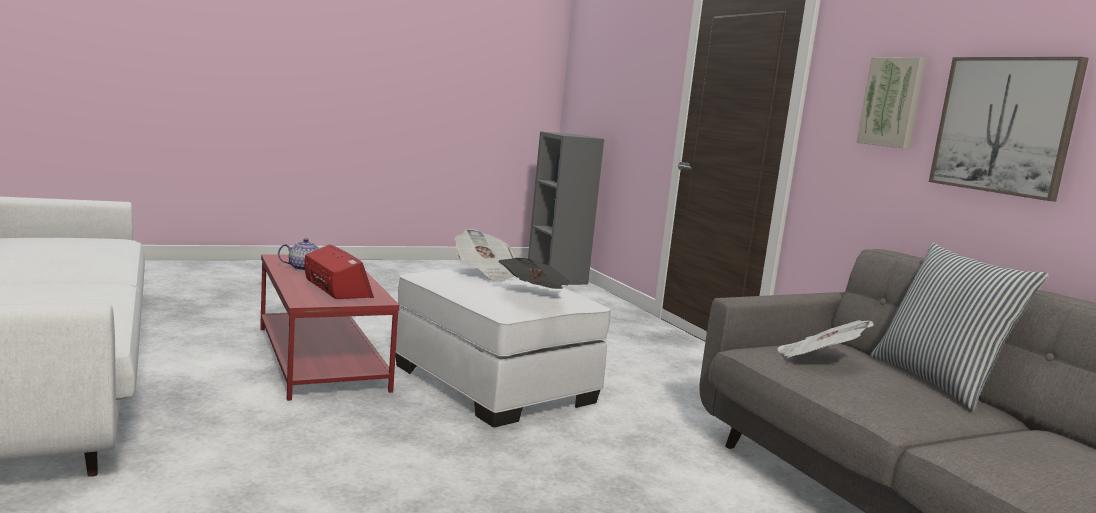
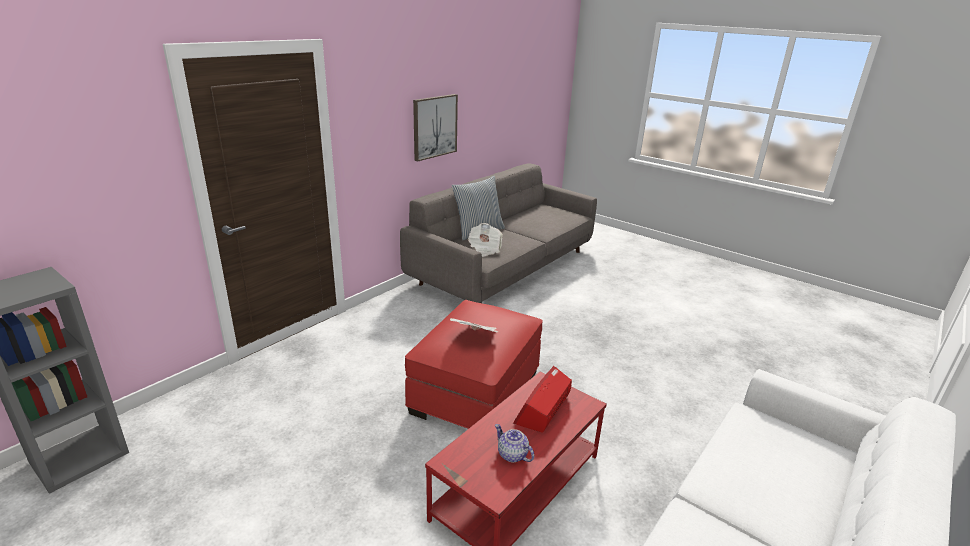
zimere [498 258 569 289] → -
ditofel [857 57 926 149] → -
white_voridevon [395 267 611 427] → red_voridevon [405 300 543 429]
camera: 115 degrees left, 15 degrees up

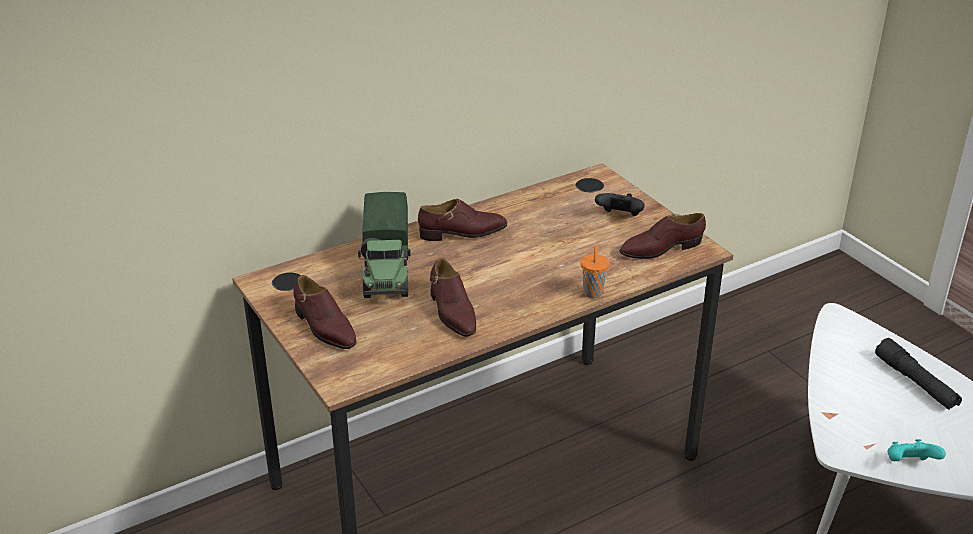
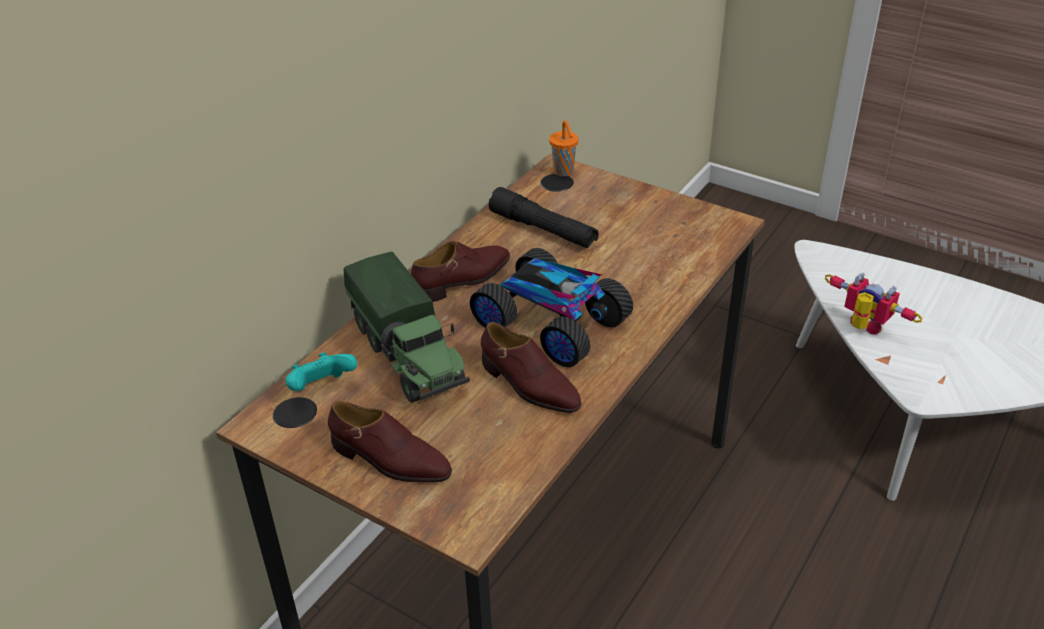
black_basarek [595 193 645 216] → -
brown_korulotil [619 213 706 259] → -
- → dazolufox [470 248 633 367]
- → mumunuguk [825 273 923 335]
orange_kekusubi [581 246 609 298] → orange_kekusubi [549 120 579 177], relocated
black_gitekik [875 338 962 410] → black_gitekik [489 187 599 248], relocated
turquoise_basarek [888 439 946 461] → turquoise_basarek [285 352 357 391], relocated
camera: 25 degrees left, 5 degrees up

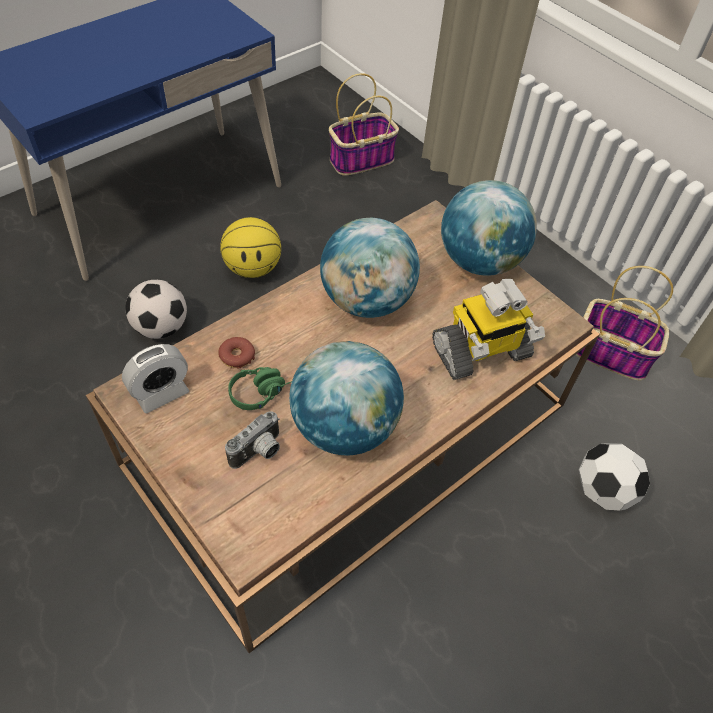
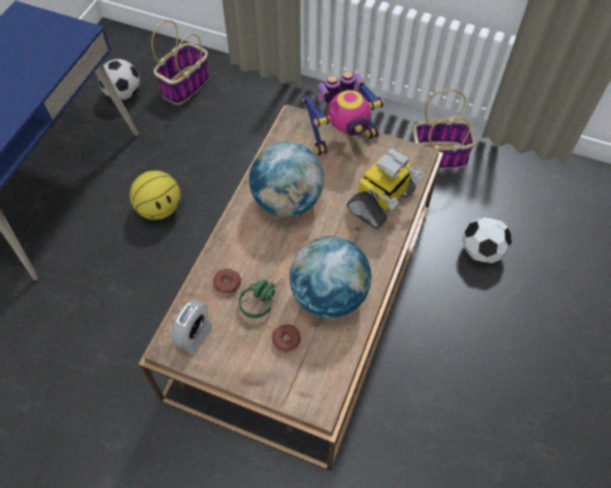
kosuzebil [125 280 187 339] → kosuzebil [98 59 140 100], relocated
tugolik [225 411 280 469] → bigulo [272 324 301 353]
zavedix [441 180 537 276] → mumunuguk [302 71 384 155]
camera: 25 degrees left, 5 degrees up

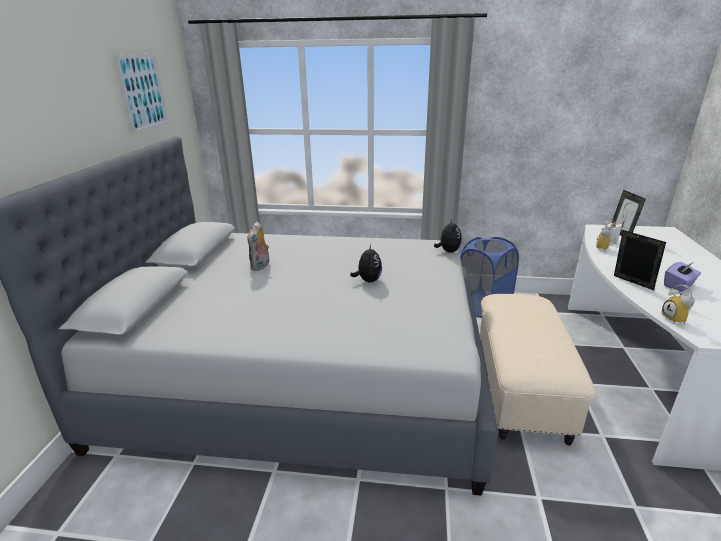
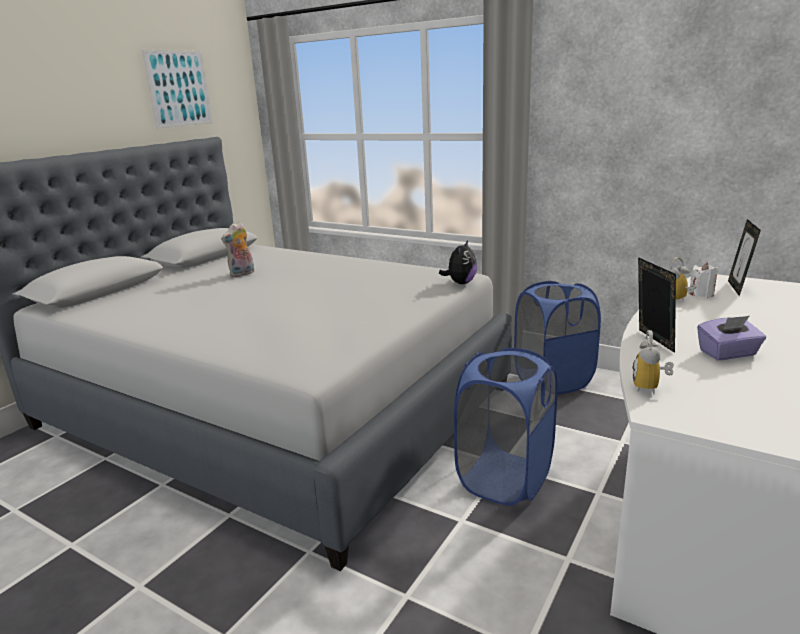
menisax [350 245 382 283] → -
beige_voridevon [480 294 597 446] → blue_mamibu [454 348 558 506]
camera: 25 degrees right, 5 degrees down

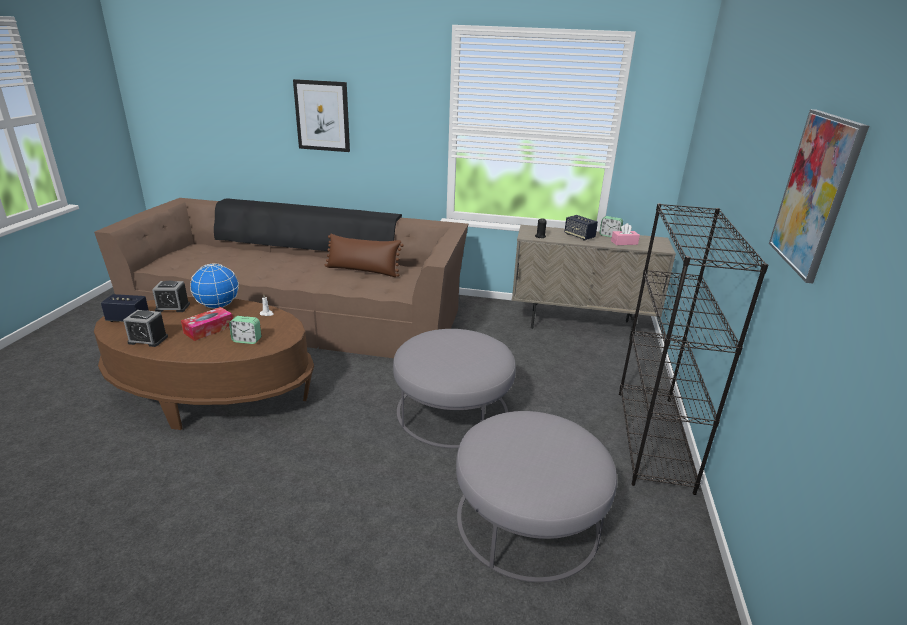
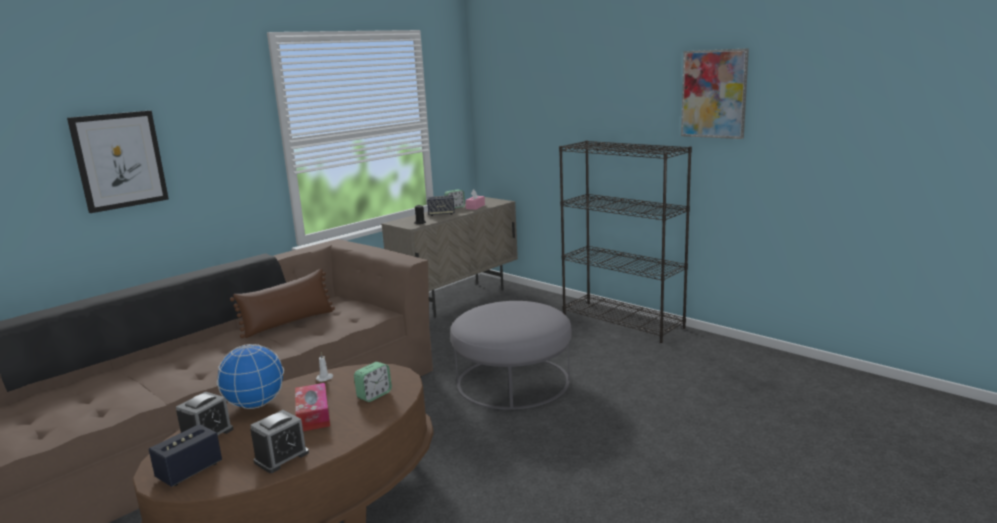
grey_voridevon [456 411 617 582] → -
camera: 55 degrees left, 10 degrees down

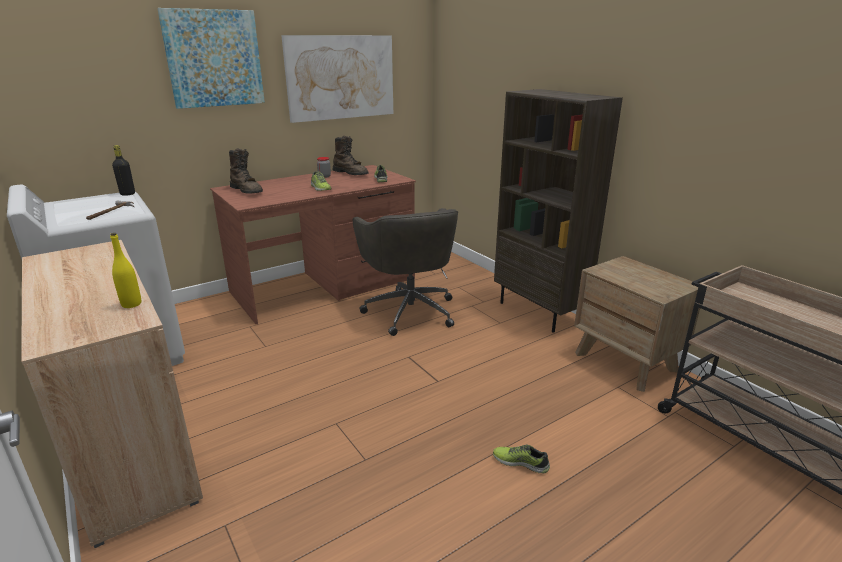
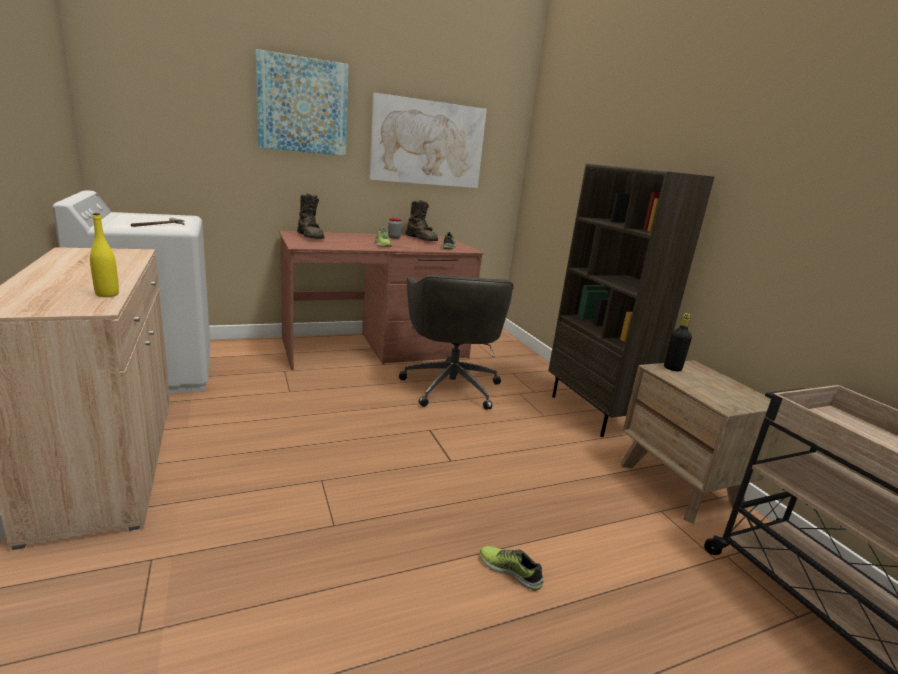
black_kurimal [112 145 135 196] → black_kurimal [664 313 692 371], relocated
camera: 10 degrees right, 5 degrees down

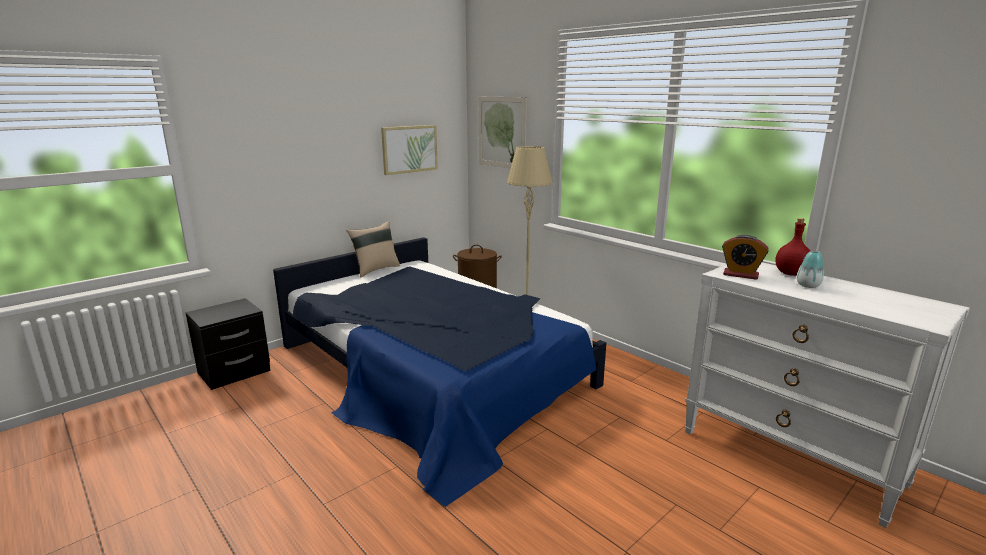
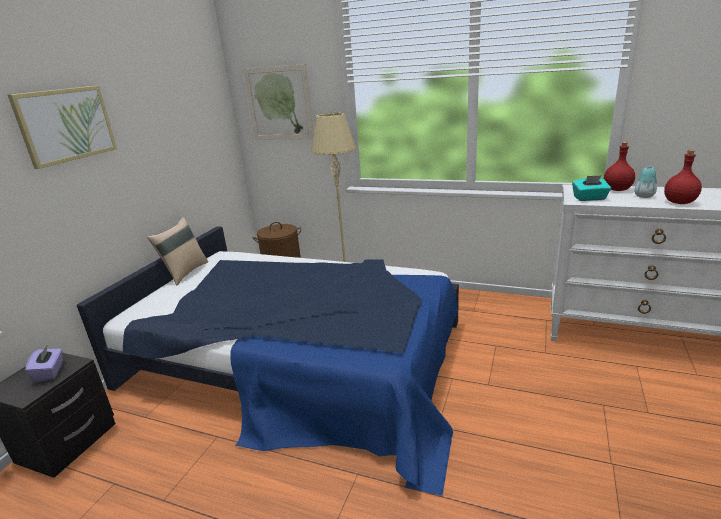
- → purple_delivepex [25 344 63 383]
- → red_kurimal [664 150 702 204]
ditofel [381 125 438 175] → ditofel [8 86 117 169], relocated
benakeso [722 235 769 280] → turquoise_delivepex [572 175 611 201]
camera: 25 degrees left, 5 degrees up

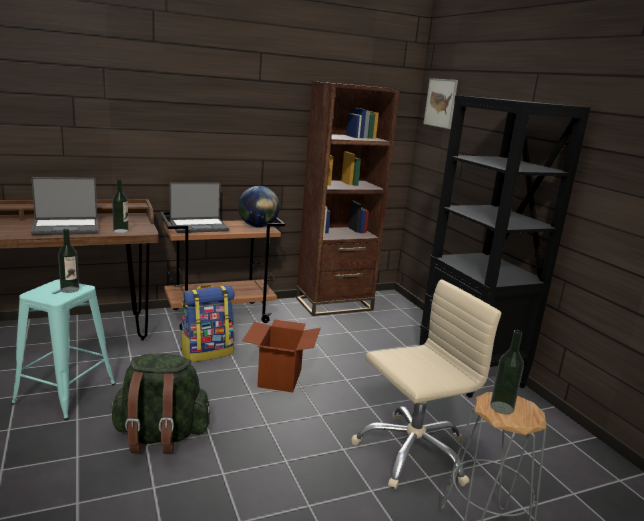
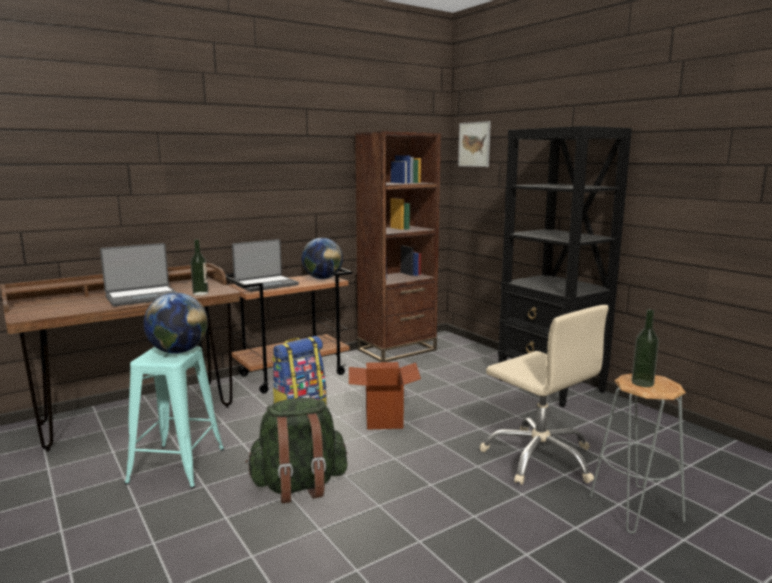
kurimal [58 229 79 293] → zavedix [143 293 208 354]
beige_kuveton [351 280 501 490] → beige_kuveton [480 305 609 485], 90 degrees clockwise
camera: 10 degrees left, 5 degrees down

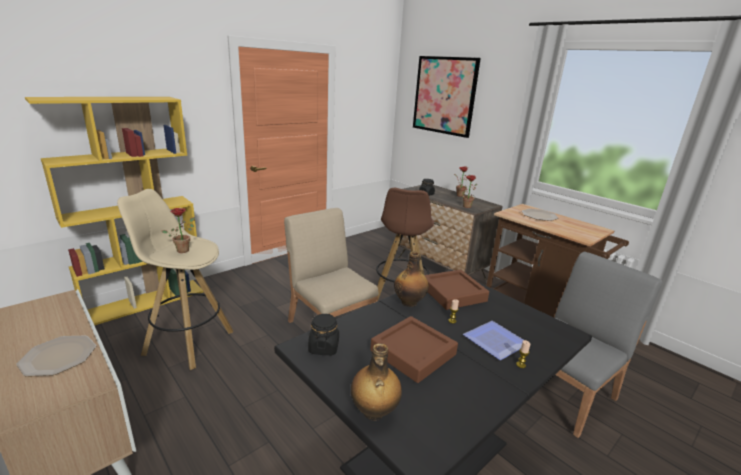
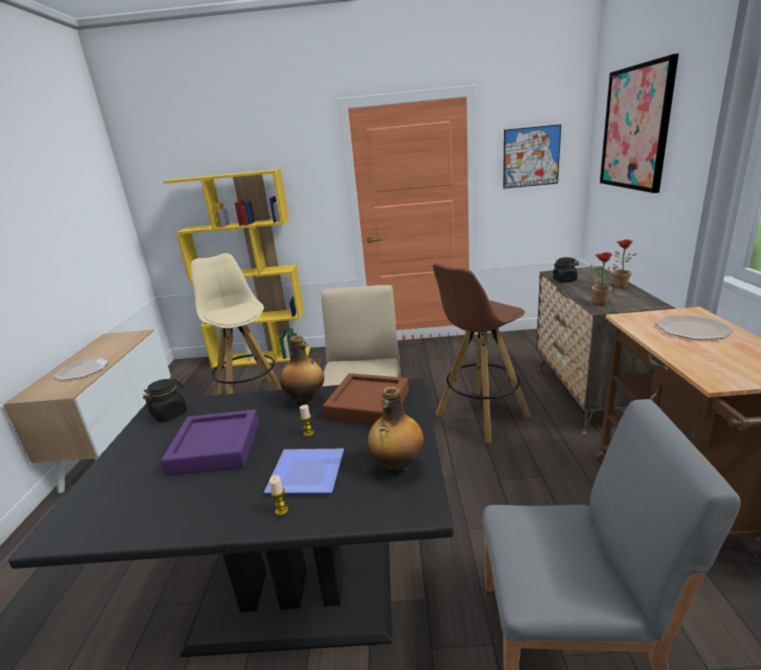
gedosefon [162 208 195 253] → -
- → ditofel [503 124 561 189]
kurimal [351 343 402 421] → kurimal [368 387 424 474], relocated
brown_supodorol [370 316 458 383] → purple_supodorol [161 409 259 475]
camera: 45 degrees right, 0 degrees up

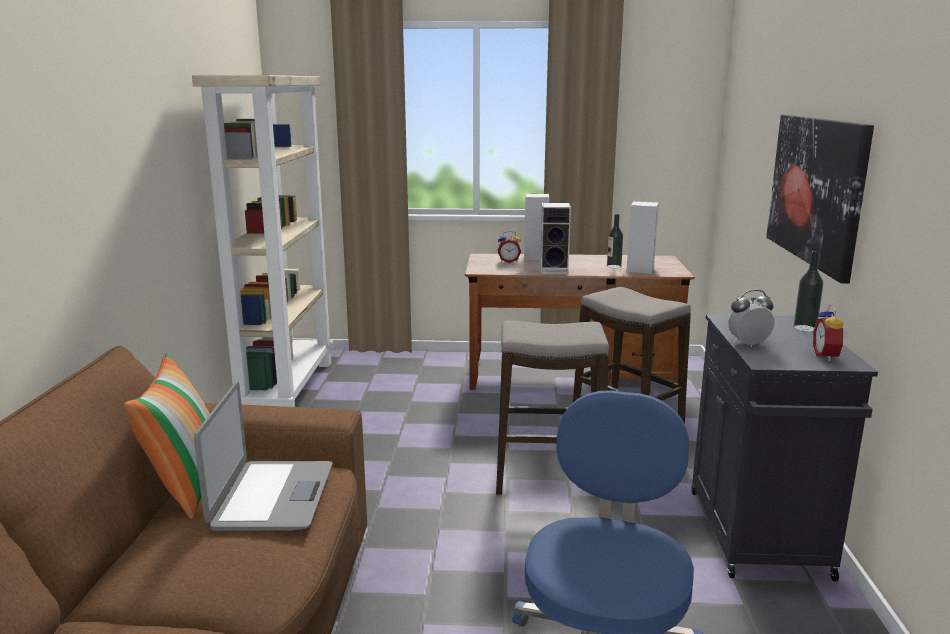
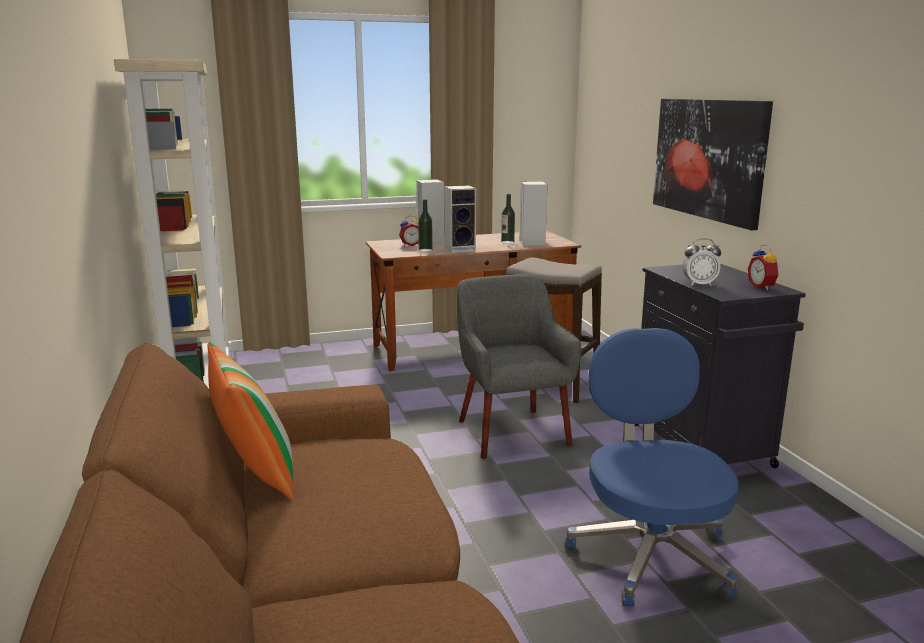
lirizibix [194 382 332 531] → -
kurimal [794 250 823 332] → kurimal [418 199 433 252], relocated
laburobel [496 321 609 495] → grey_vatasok [457 274 581 459]
benakeso [728 290 774 346] → benakeso [682 238 721 286], 150 degrees counterclockwise
camera: 20 degrees left, 0 degrees up

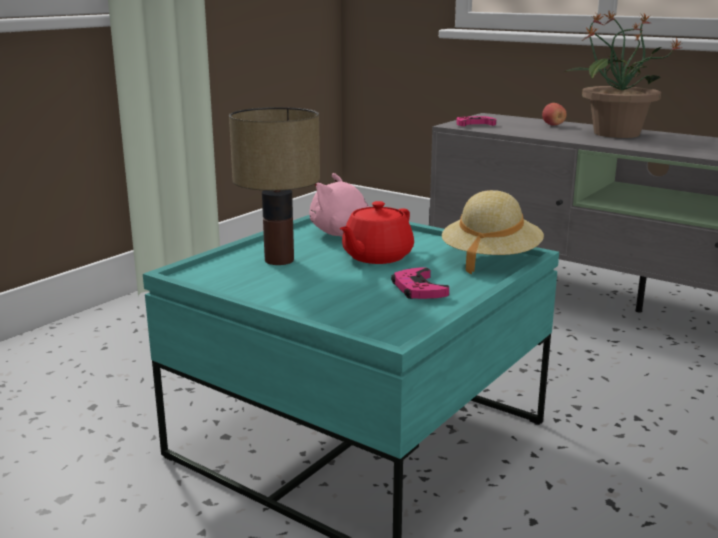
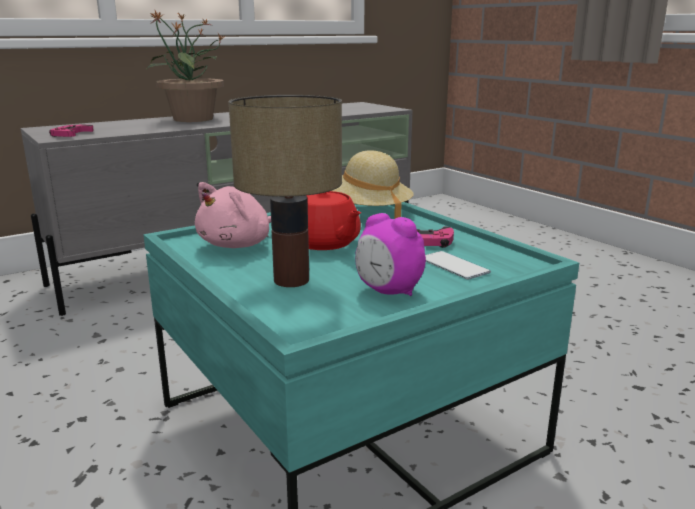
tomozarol [542 103 567 126] → -
- → benakeso [355 213 426 296]
- → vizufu [425 251 491 279]
camera: 70 degrees left, 0 degrees up

